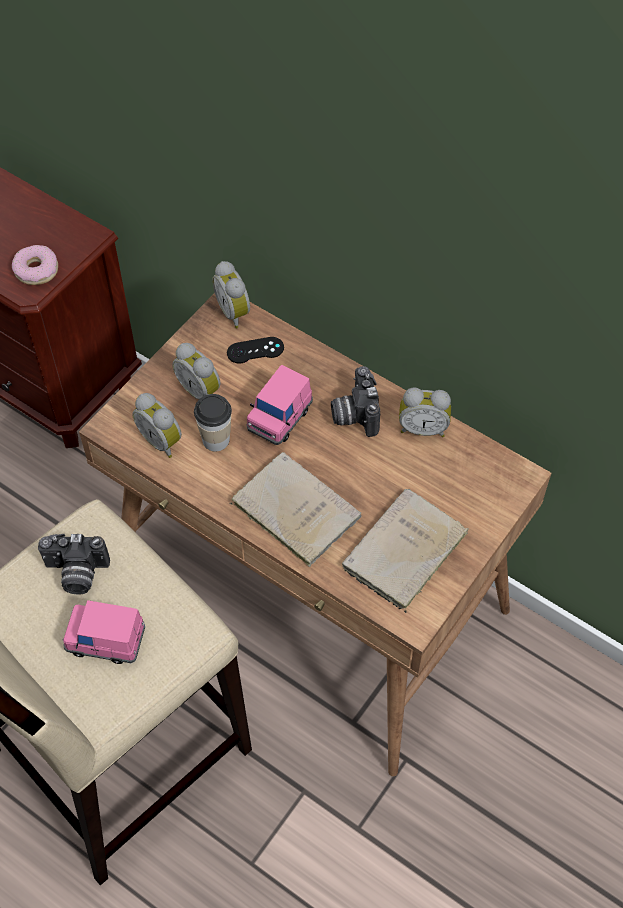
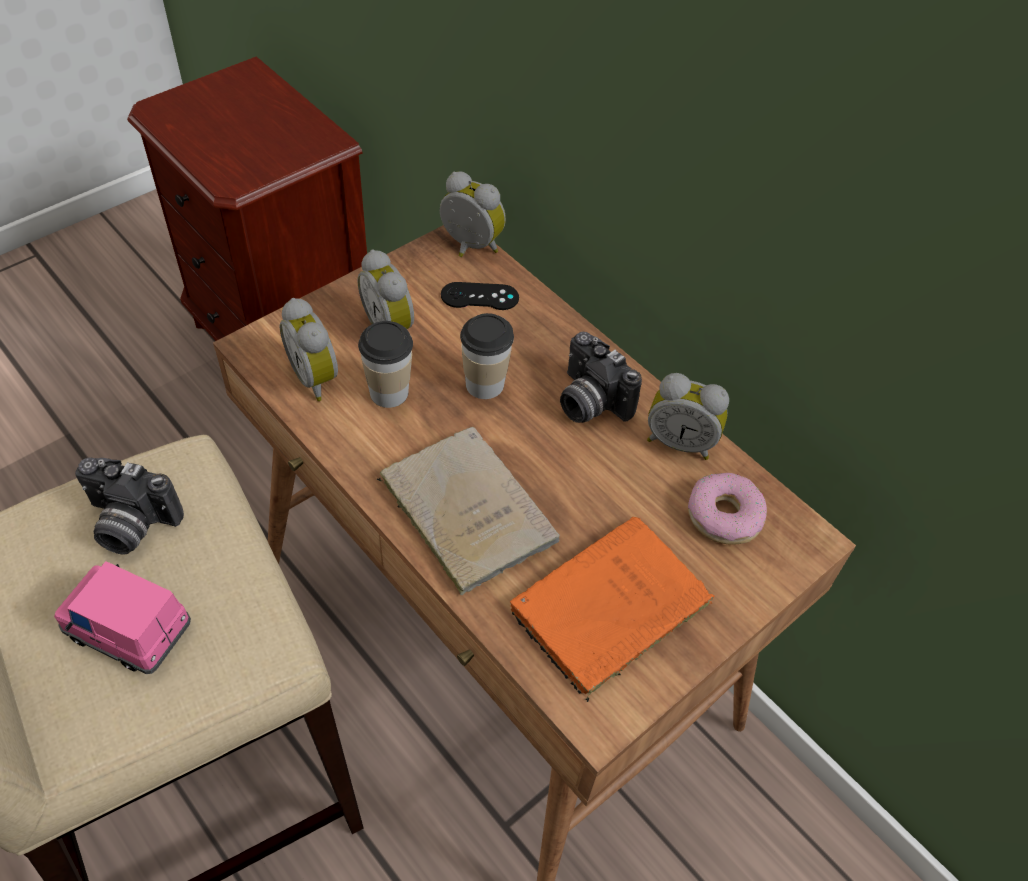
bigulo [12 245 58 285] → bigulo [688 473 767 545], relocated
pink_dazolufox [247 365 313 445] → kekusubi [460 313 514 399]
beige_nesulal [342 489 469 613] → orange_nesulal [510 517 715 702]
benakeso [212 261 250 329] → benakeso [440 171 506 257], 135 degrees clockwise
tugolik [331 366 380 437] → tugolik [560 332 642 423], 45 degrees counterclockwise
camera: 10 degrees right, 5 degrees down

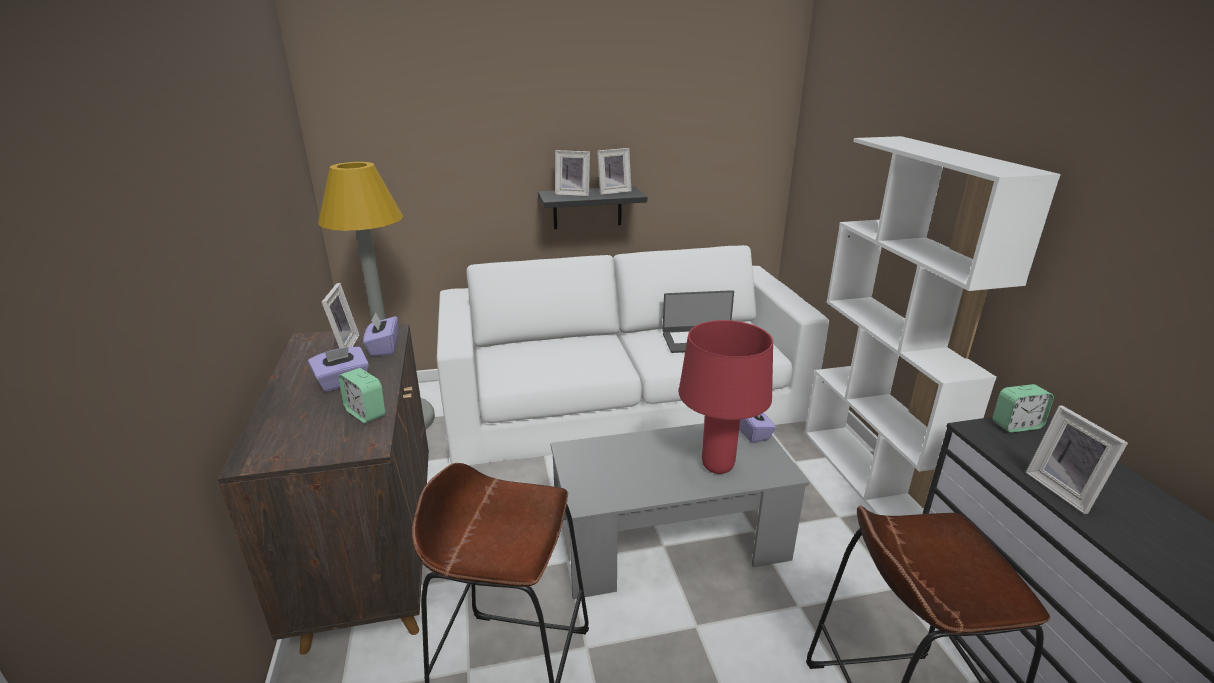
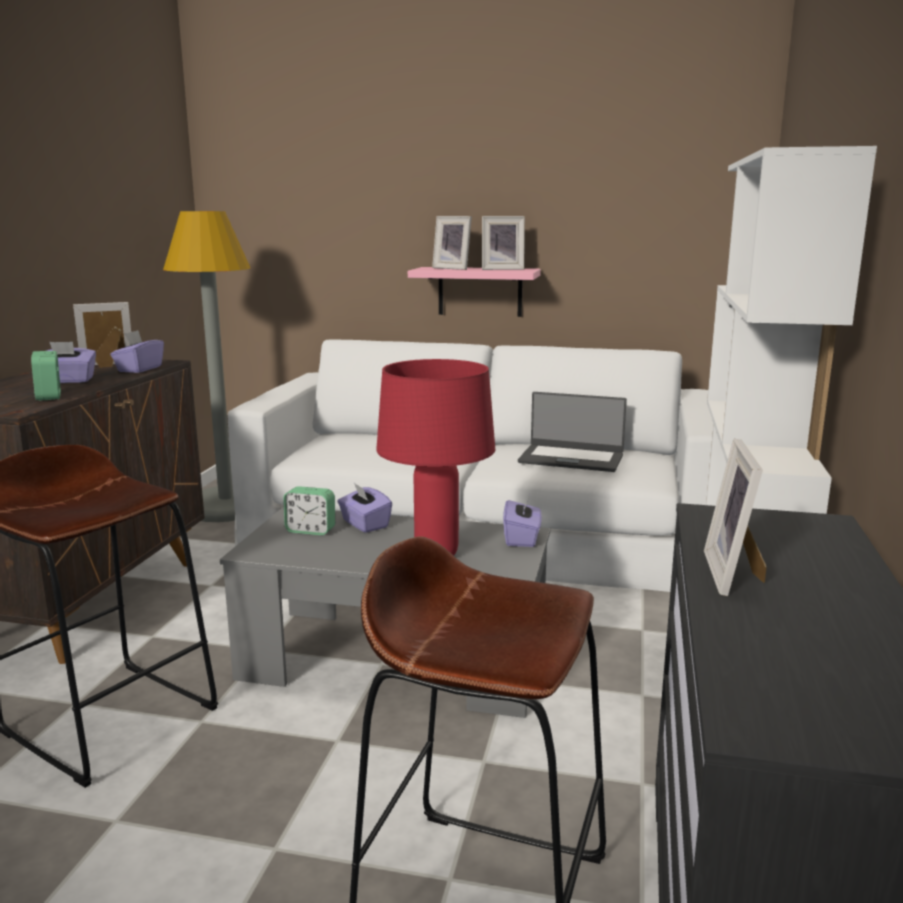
- → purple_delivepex [337 483 392 533]
benakeso [993 384 1054 433] → benakeso [283 486 335 535], relocated
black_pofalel [538 187 647 229] → pink_pofalel [408 267 541 317]
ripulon [322 283 360 348] → ripulon [73 302 131 368], 135 degrees counterclockwise
camera: 25 degrees right, 10 degrees down

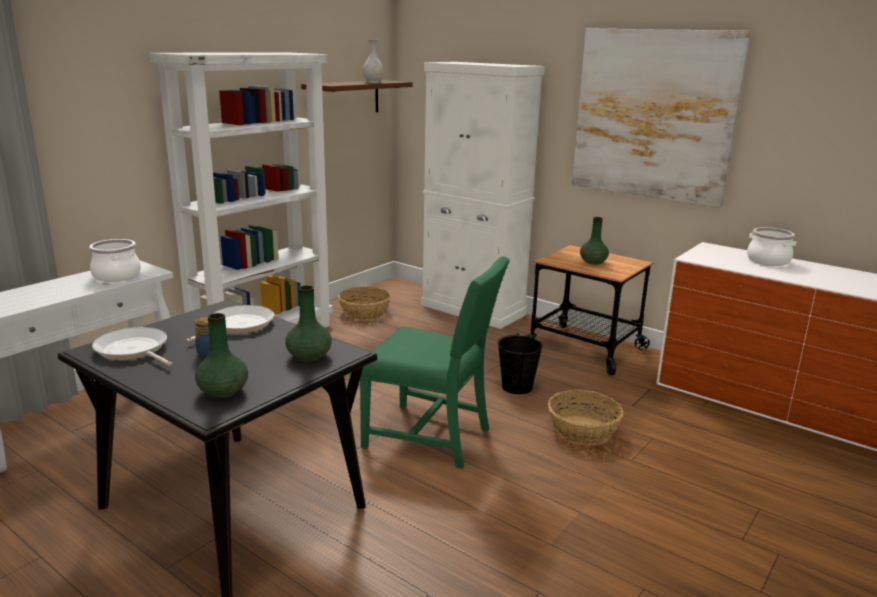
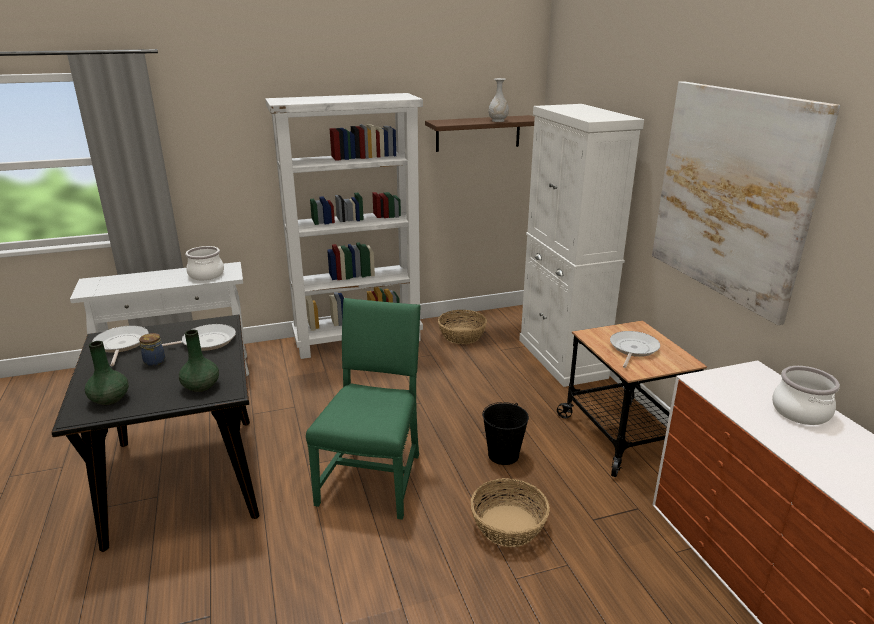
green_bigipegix [580 217 609 265] → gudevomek [610 331 660 368]
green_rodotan [360 256 510 469] → green_rodotan [306 298 420 520], 135 degrees counterclockwise
camera: 35 degrees right, 5 degrees up

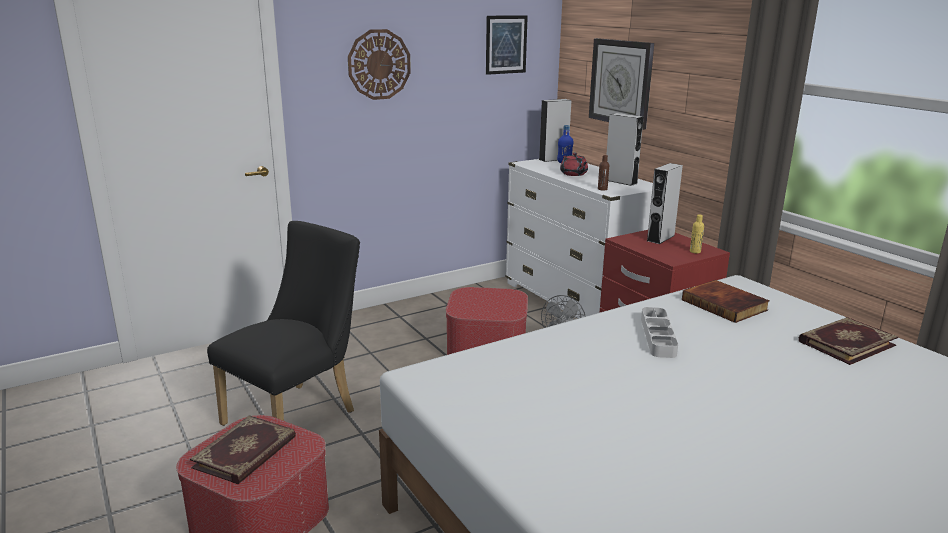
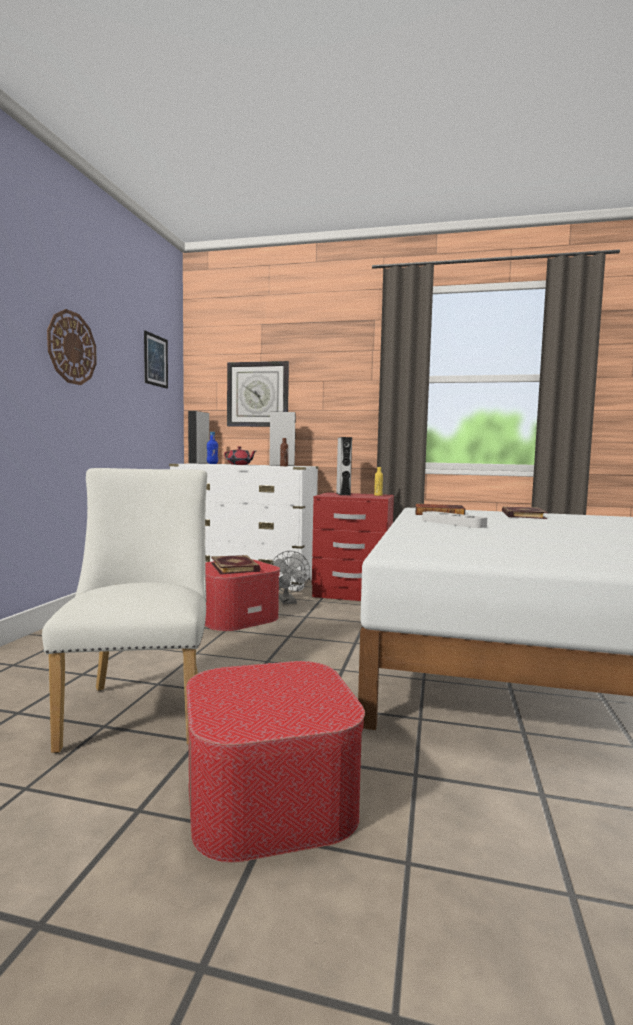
nesulal [190 415 296 484] → nesulal [211 555 261 574], relocated
black_rodotan [207 221 360 426] → white_rodotan [42 468 207 753]
camera: 45 degrees left, 15 degrees down

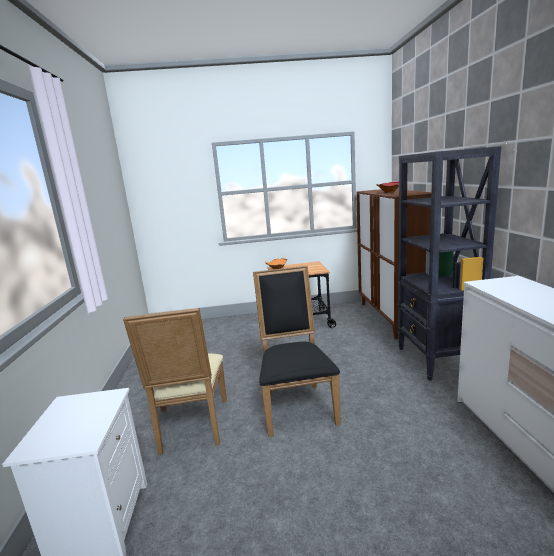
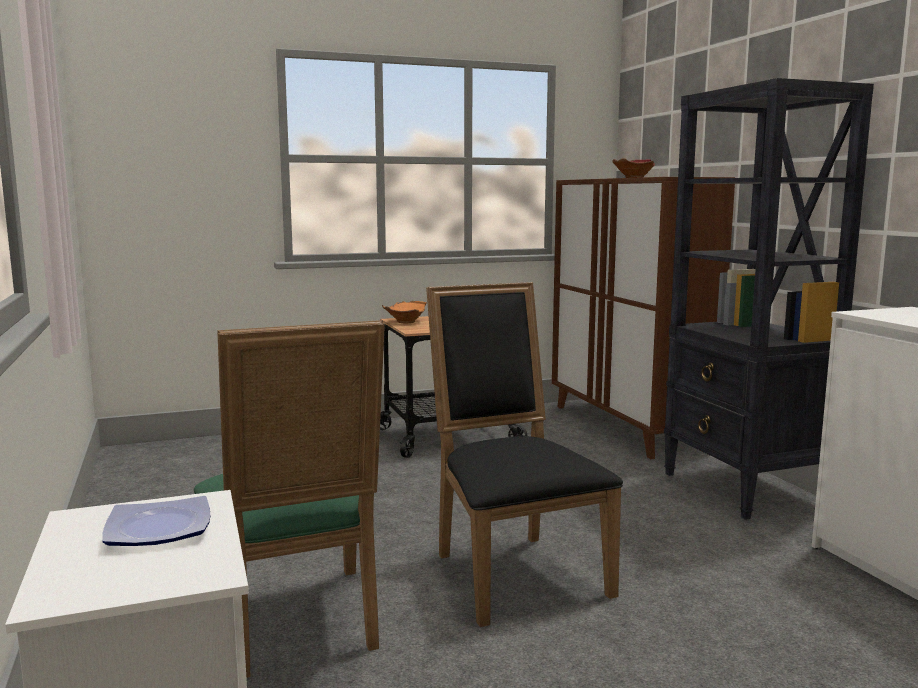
- → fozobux [103 496 210 546]
beige_rodotan [123 308 227 455] → green_rodotan [194 320 385 678]
camera: 15 degrees left, 5 degrees down

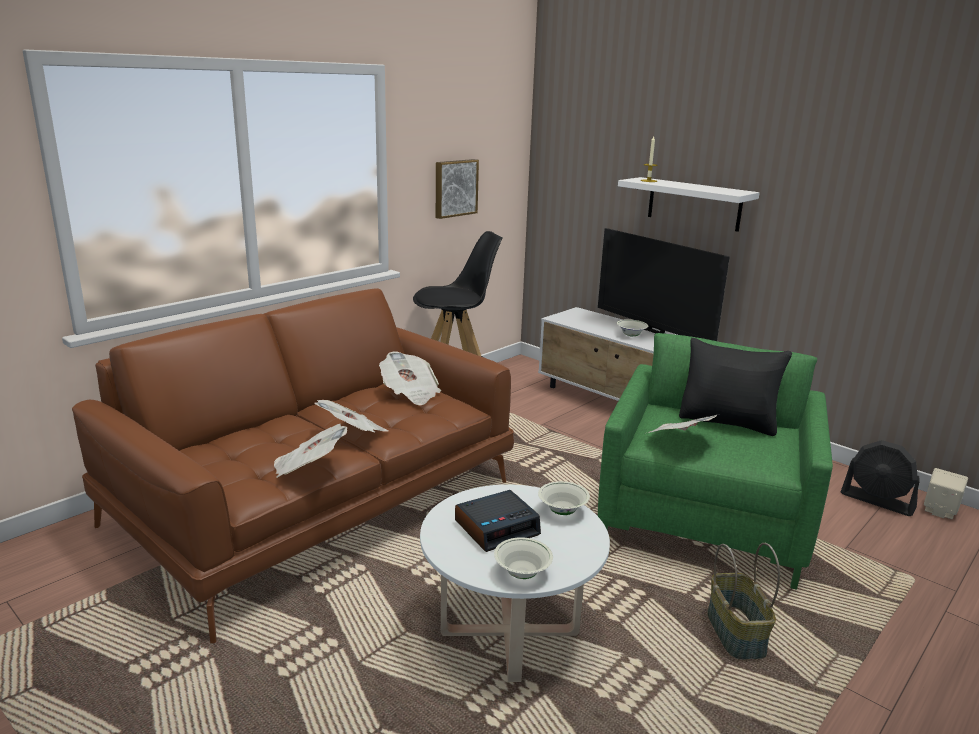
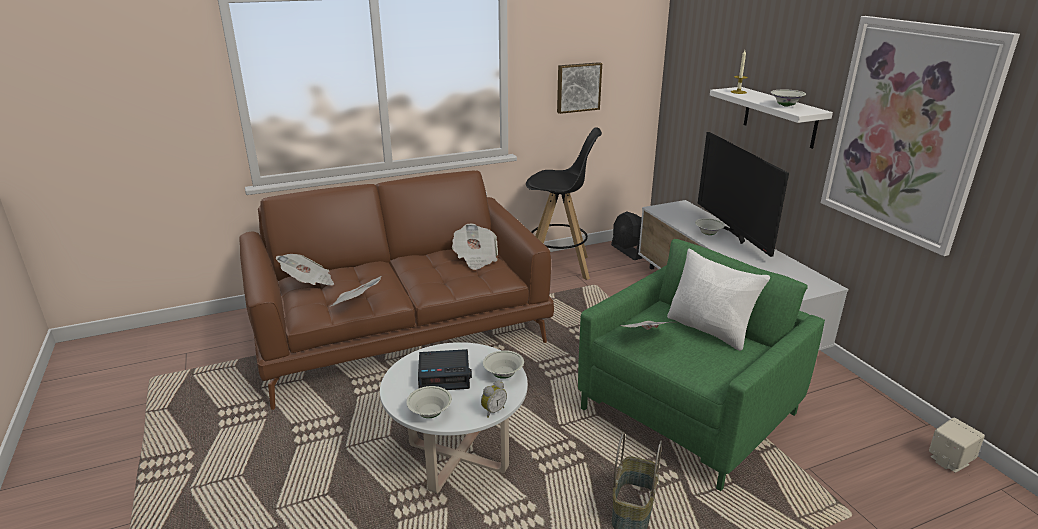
- → benakeso [481 380 507 418]
- → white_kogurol [771 89 806 107]
- → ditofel [821 16 1020 256]
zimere [314 400 389 432] → zimere [276 254 334 286], relocated
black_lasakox [841 440 920 516] → black_lasakox [611 212 643 260], relocated
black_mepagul [679 338 792 436] → white_mepagul [667 249 770 351]
camera: 25 degrees right, 5 degrees up

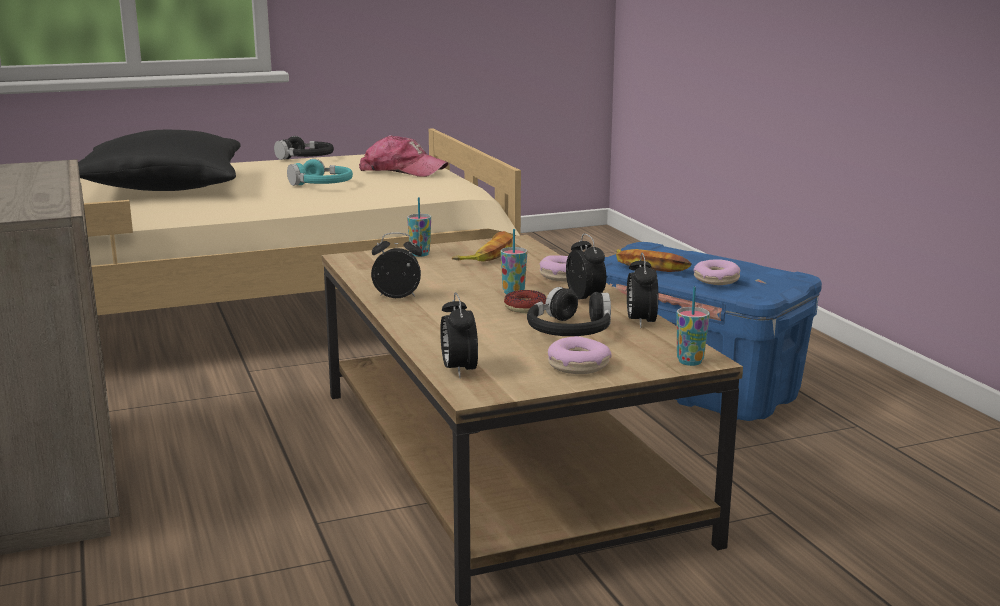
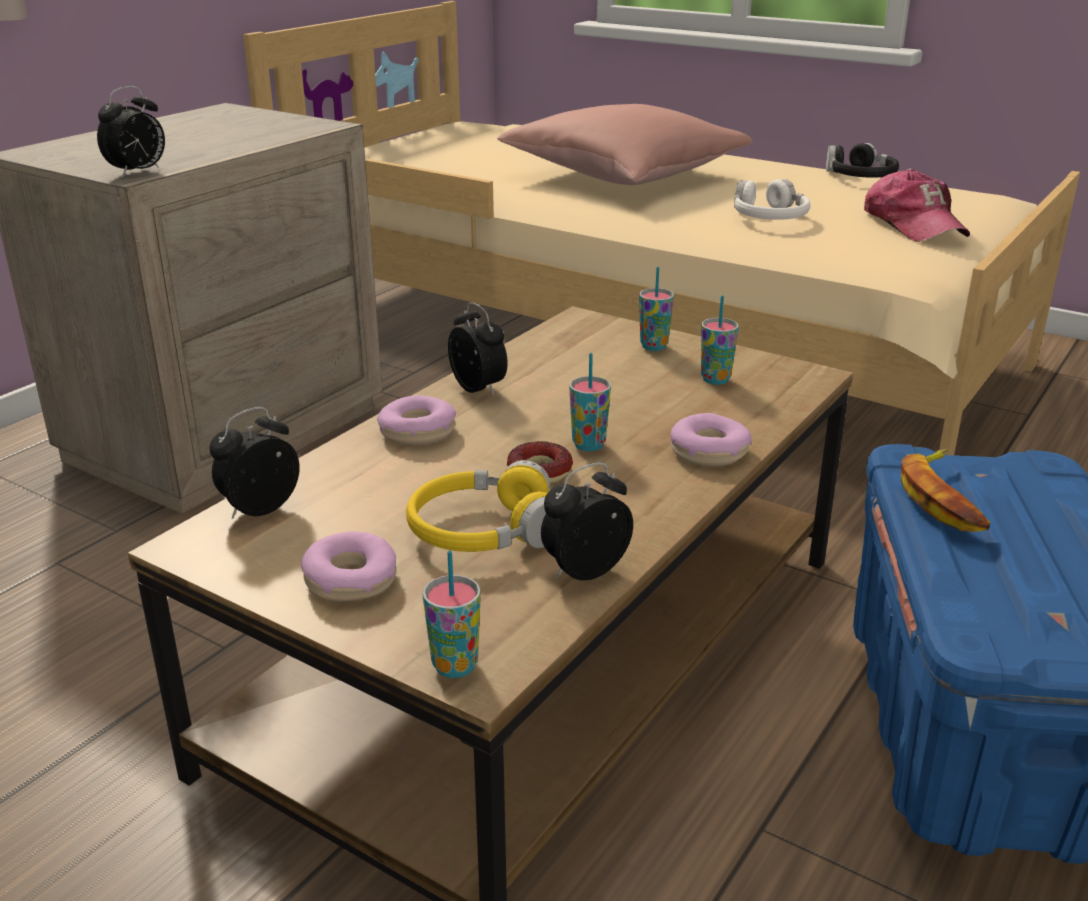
benakeso [566 234 606 300] → benakeso [97 86 165 177], relocated
bigulo [694 260 741 285] → bigulo [377 395 456 445], relocated
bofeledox [452 231 513 261] → kekusubi [701 296 739 385]
black_mepagul [78 130 241 191] → pink_mepagul [497 104 752 185]
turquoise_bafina [287 159 353 186] → white_bafina [734 179 811 220]
black_bafina [527 287 611 336] → yellow_bafina [406 460 550 552]
camera: 55 degrees right, 10 degrees up

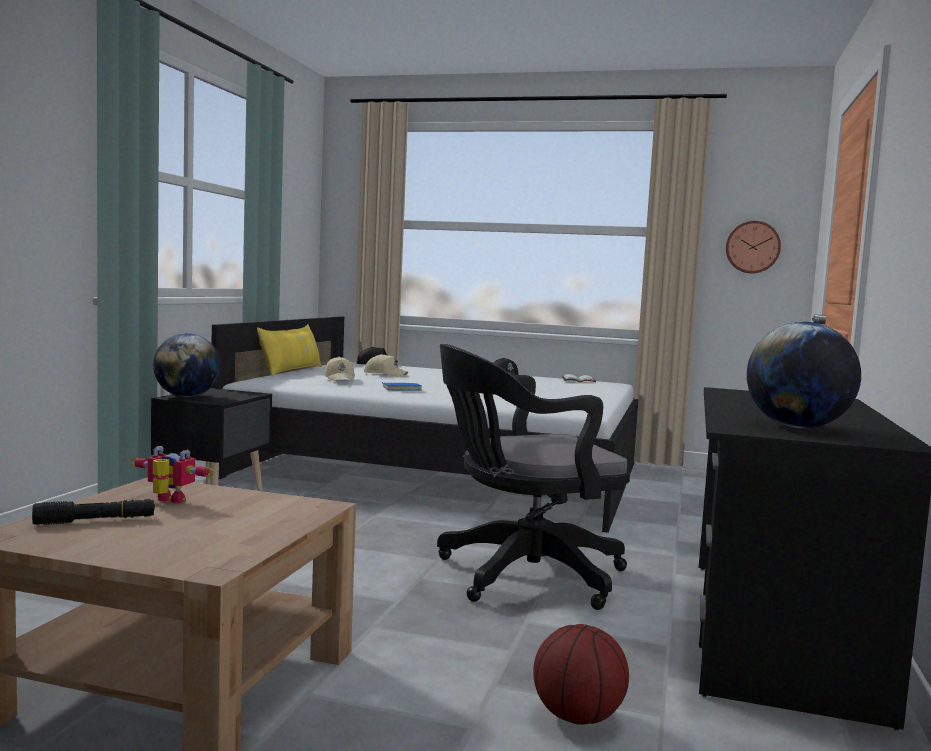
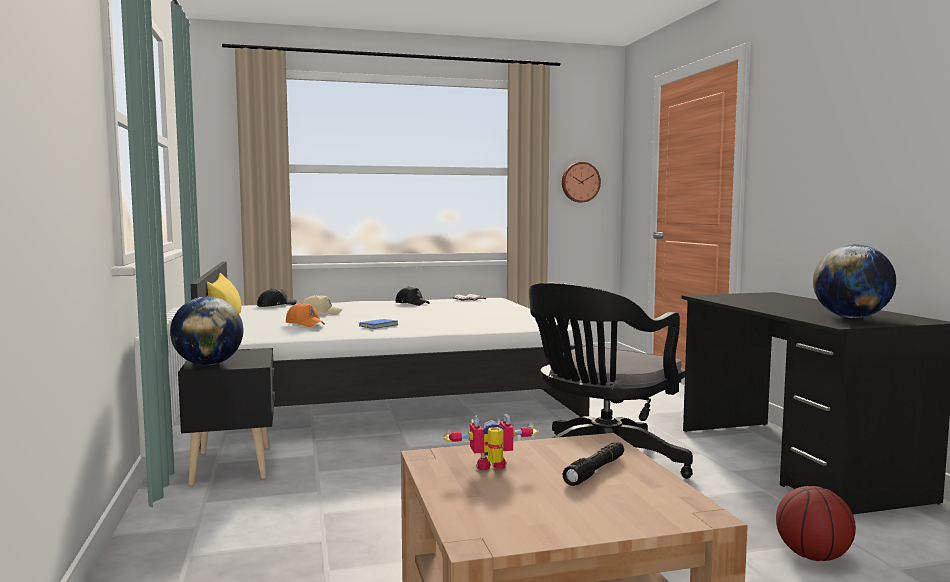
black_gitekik [32 499 155 525] → black_gitekik [563 442 624 486], relocated
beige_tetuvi [325 357 355 381] → orange_tetuvi [286 302 325 327]
camera: 30 degrees left, 0 degrees up

